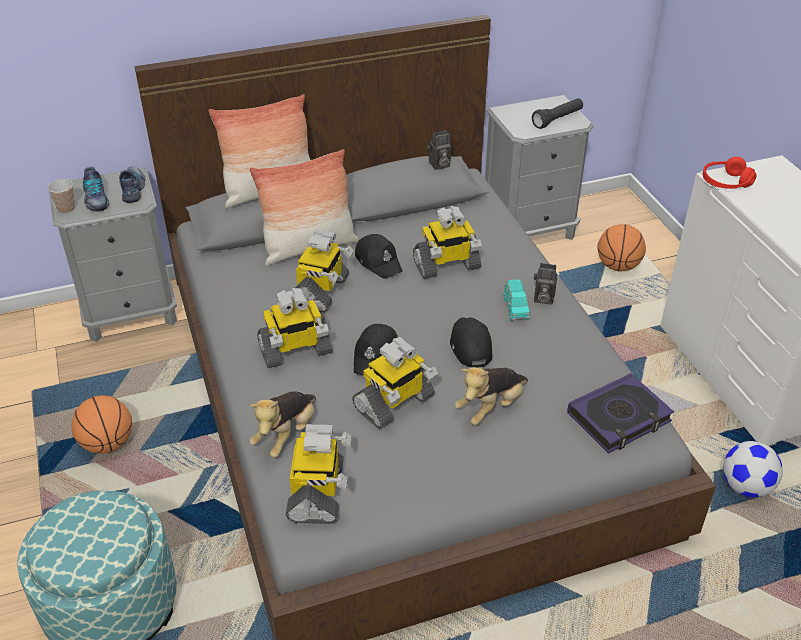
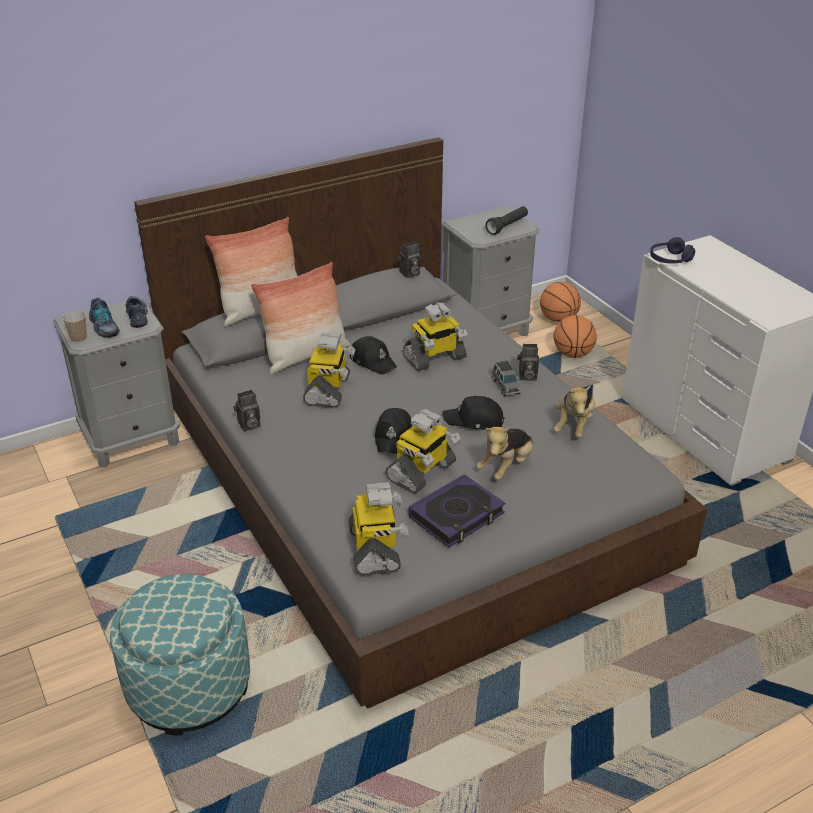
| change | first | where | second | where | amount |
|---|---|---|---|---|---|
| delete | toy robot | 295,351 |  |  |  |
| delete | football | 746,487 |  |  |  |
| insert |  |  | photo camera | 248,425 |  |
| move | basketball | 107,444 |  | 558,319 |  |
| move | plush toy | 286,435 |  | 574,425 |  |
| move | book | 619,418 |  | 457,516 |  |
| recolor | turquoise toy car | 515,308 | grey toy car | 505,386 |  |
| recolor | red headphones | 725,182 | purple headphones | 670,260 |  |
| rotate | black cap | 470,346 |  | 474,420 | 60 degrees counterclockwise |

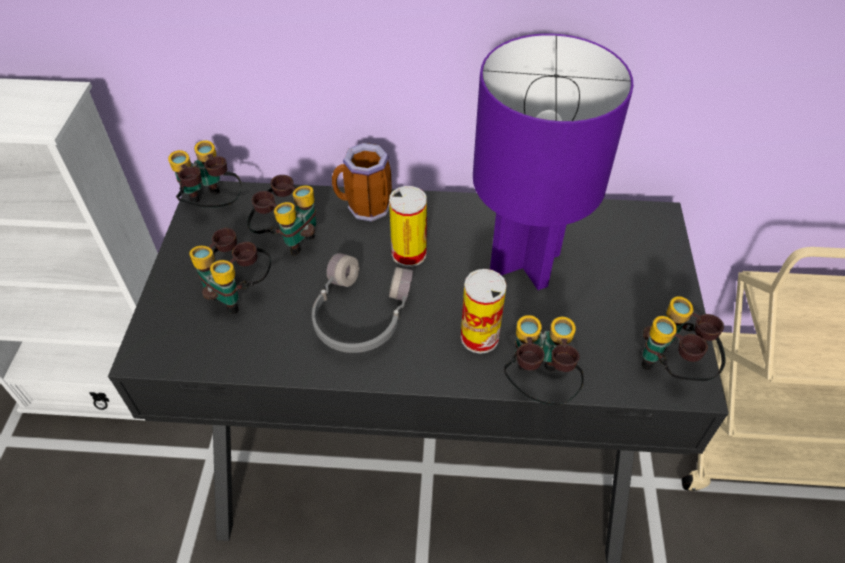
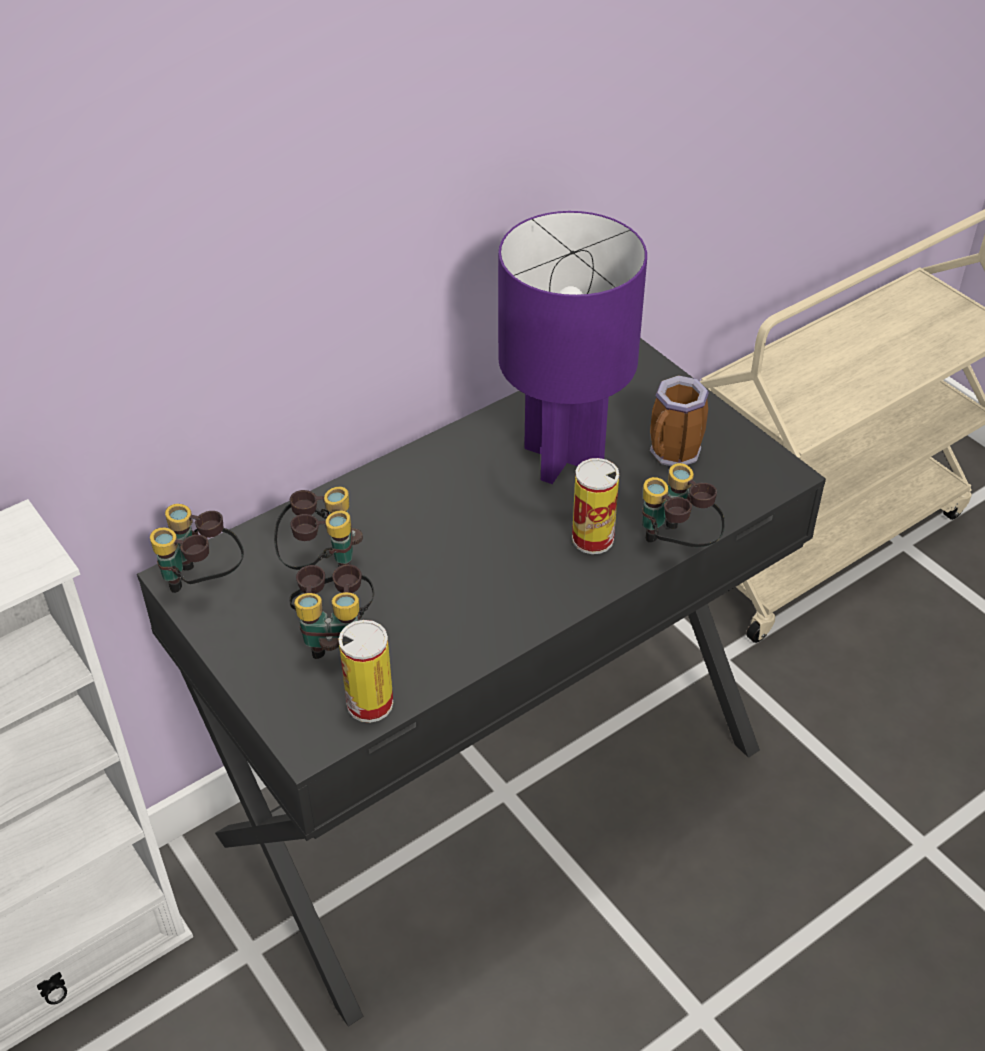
| change | first | where | second | where | amount |
|---|---|---|---|---|---|
| delete | grey headphones | 359,315 |  |  |  |
| delete | binoculars | 672,369 |  |  |  |
| move | mug | 365,209 |  | 673,456 |  |
| move | can | 409,253 |  | 370,703 |  |

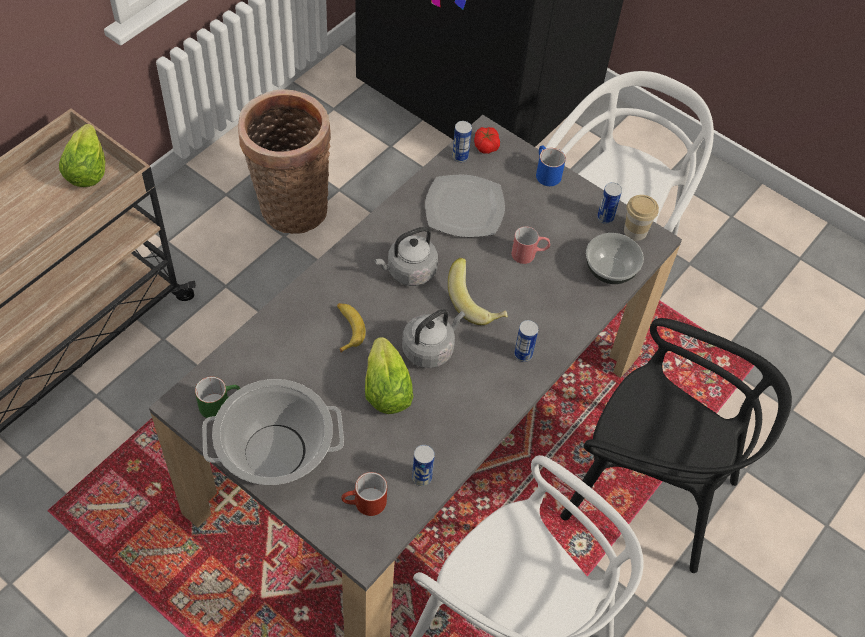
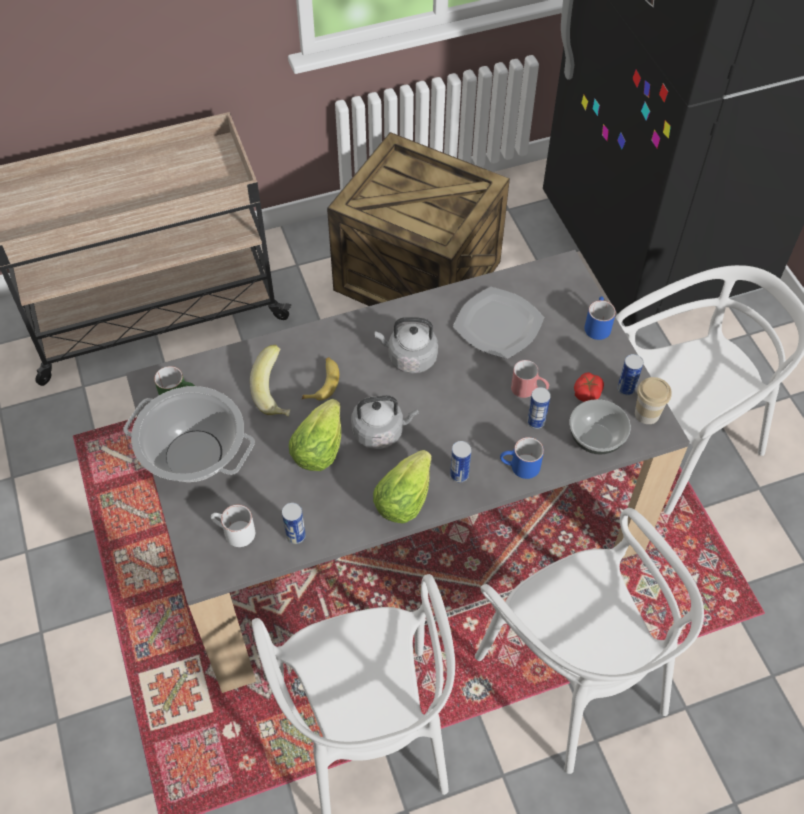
| change | first | where | second | where | amount |
|---|---|---|---|---|---|
| insert |  |  | blue mug | 519,467 |  |
| move | lettuce | 87,171 |  | 403,499 |  |
| move | banana | 476,303 |  | 277,394 |  |
| move | can | 460,156 |  | 536,422 |  |
| move | tomato | 486,145 |  | 587,392 |  |
| replace | basket | 289,205 | crate | 416,277 |  |
| recolor | red mug | 364,504 | white mug | 234,533 |  |
| recolor | black chair | 649,492 | white chair | 574,678 |  |

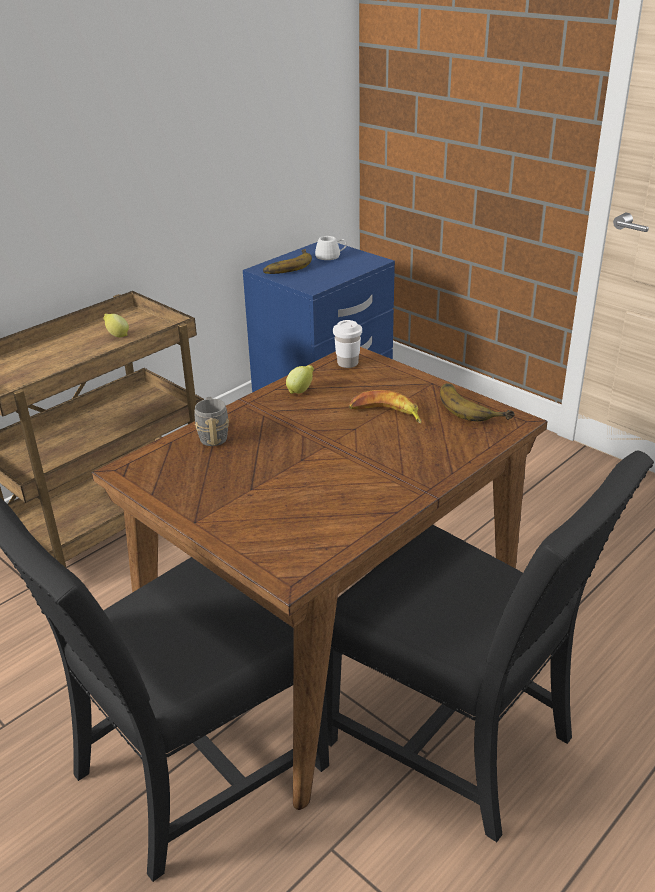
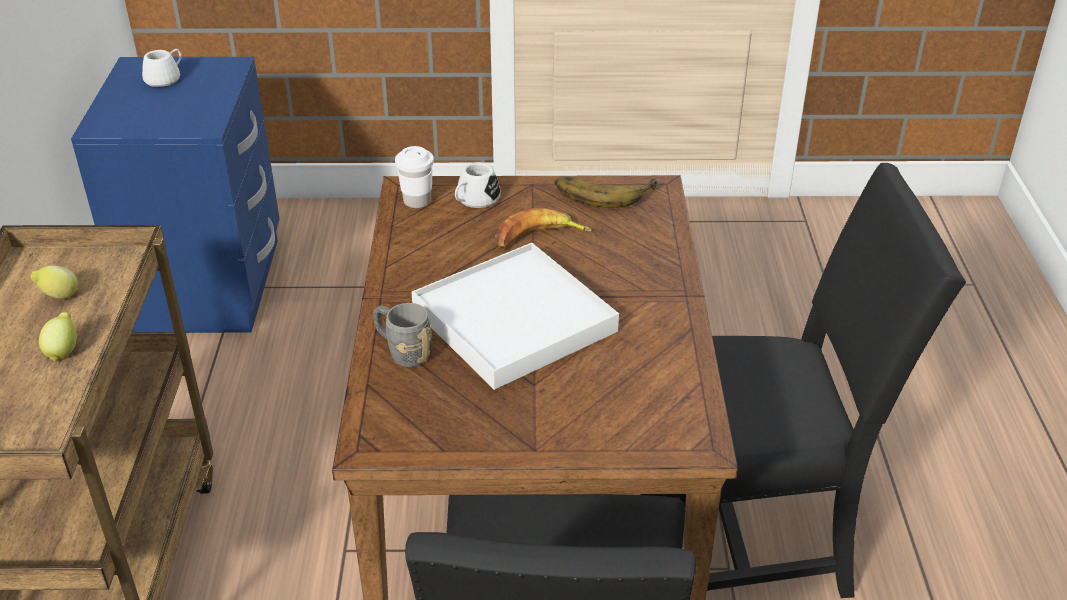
| change | first | where | second | where | amount |
|---|---|---|---|---|---|
| delete | banana | 286,266 |  |  |  |
| insert |  |  | white tray | 514,321 |  |
| insert |  |  | white mug | 474,200 |  |
| move | lemon | 301,391 |  | 64,351 |  |

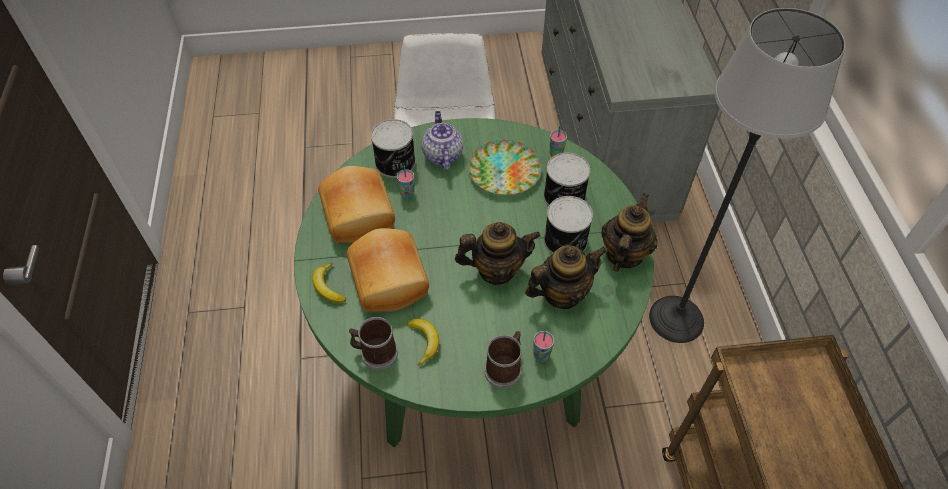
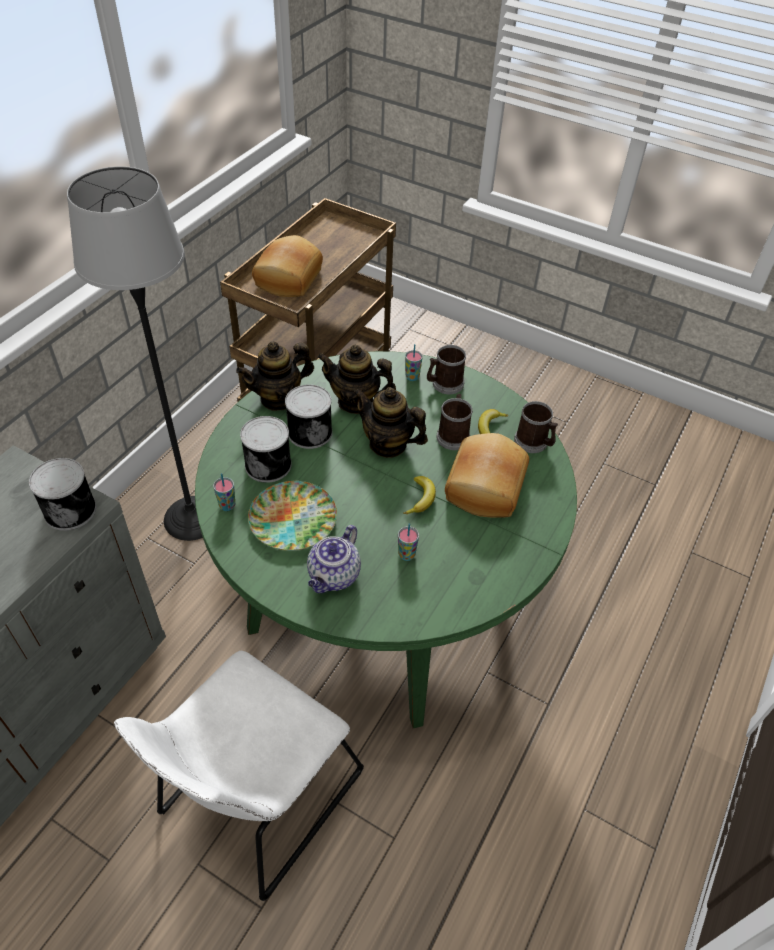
| change | first | where | second | where | amount |
|---|---|---|---|---|---|
| insert |  |  | mug | 453,435 |  |
| move | banana | 328,287 |  | 421,499 |  |
| move | bread | 360,215 |  | 287,278 |  |
| move | can | 395,163 |  | 71,509 |  |

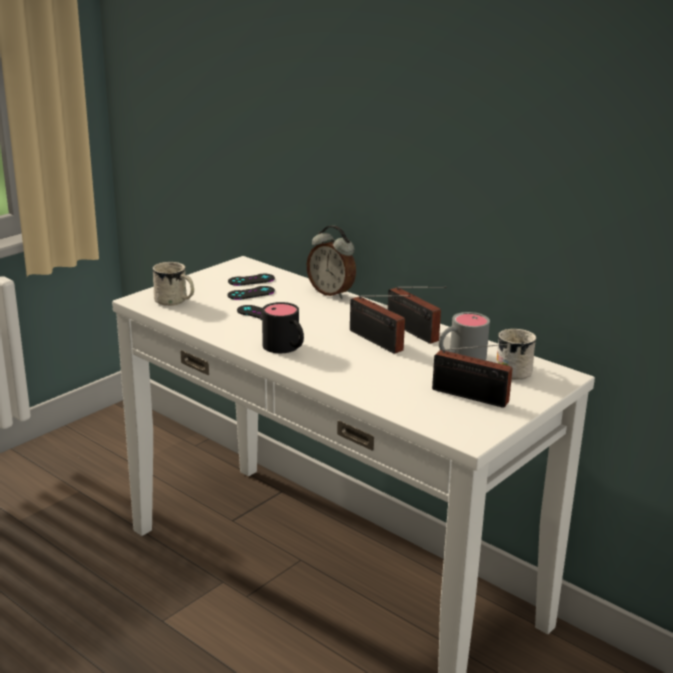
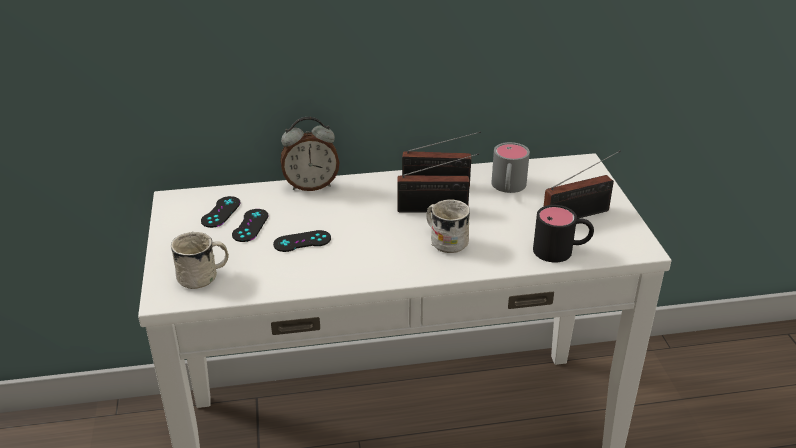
| change | first | where | second | where | amount |
|---|---|---|---|---|---|
| move | black mug | 286,348 |  | 561,250 |  |
| move | white mug | 514,370 |  | 445,240 |  |

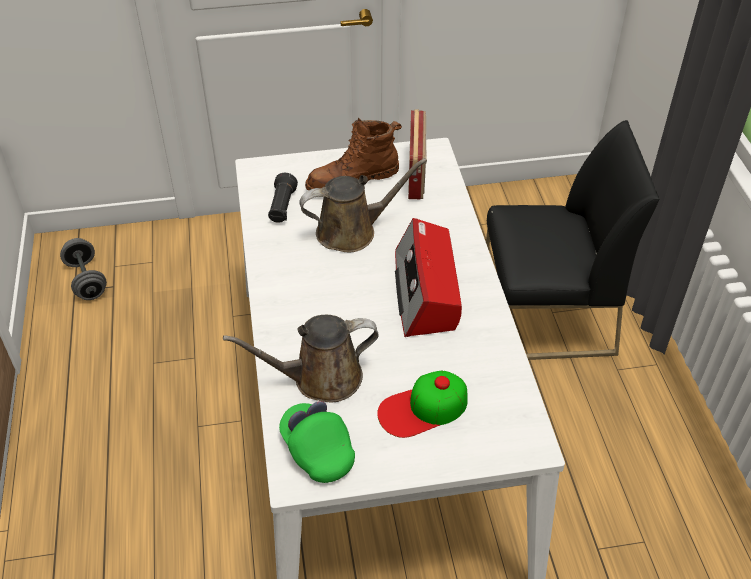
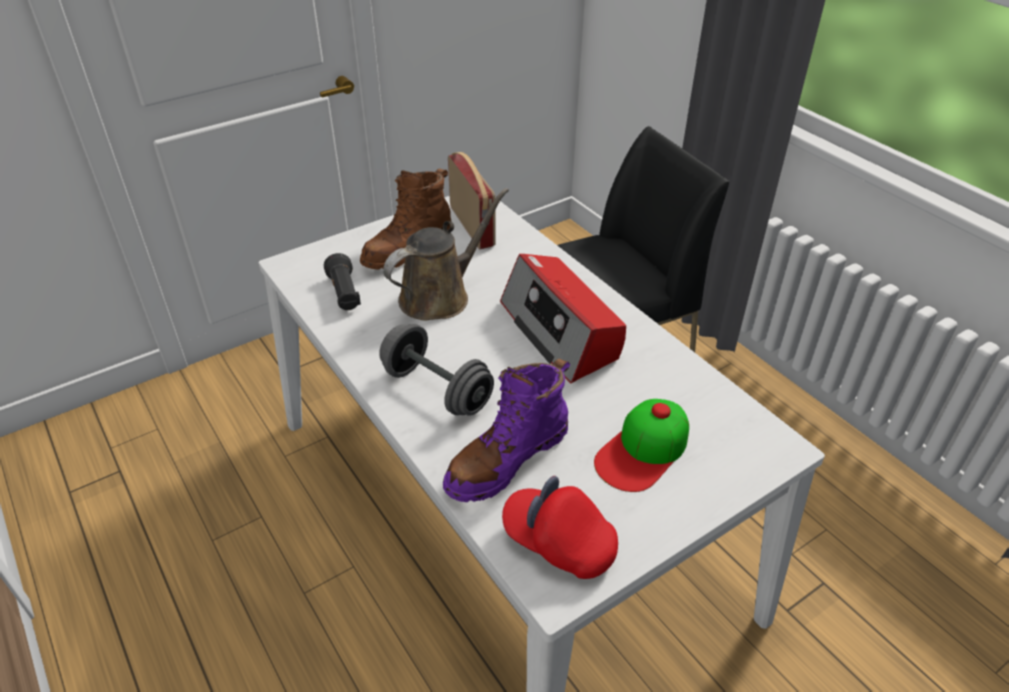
| change | first | where | second | where | amount |
|---|---|---|---|---|---|
| move | grey dumbbell | 86,280 |  | 437,389 |  |
| replace | brown watering can | 320,378 | purple boot | 507,459 |  |
| recolor | green cap | 317,450 | red cap | 559,543 |  |

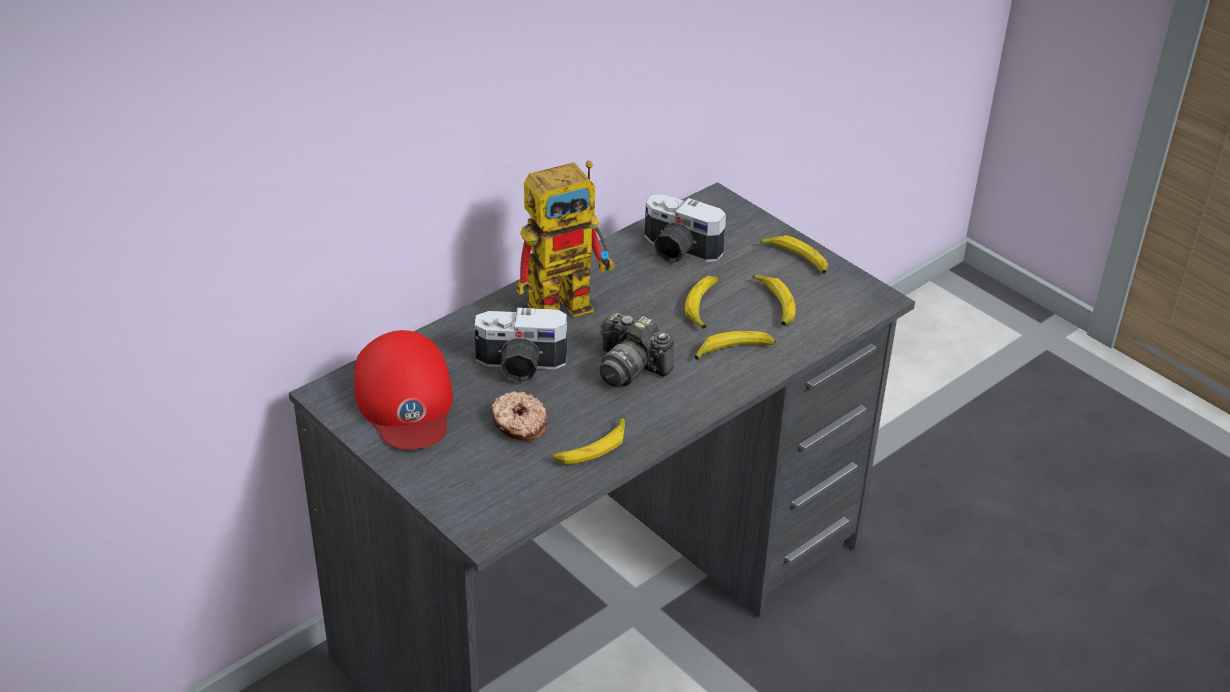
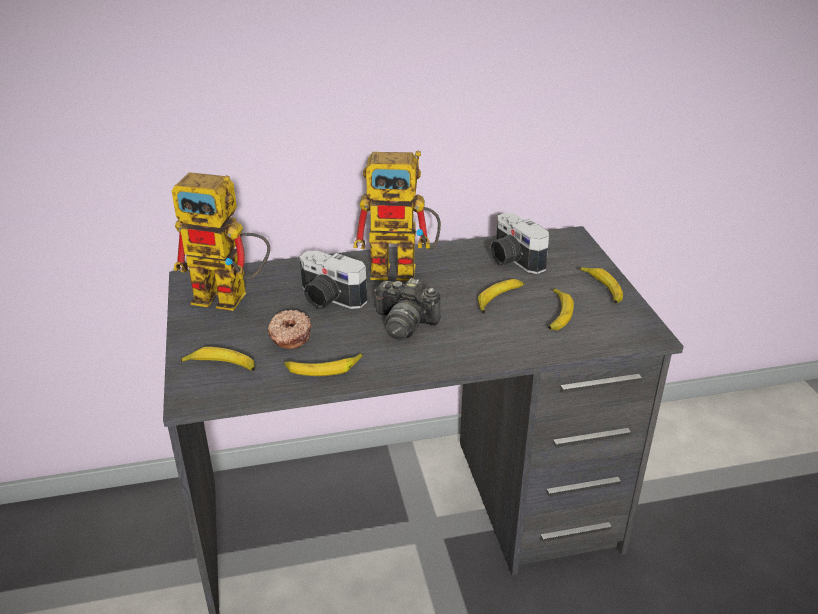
| change | first | where | second | where | amount |
|---|---|---|---|---|---|
| move | banana | 734,351 |  | 221,366 |  |
| replace | red cap | 405,400 | toy robot | 232,297 |  |
| rotate | photo camera | 630,367 |  | 405,323 | 45 degrees counterclockwise |

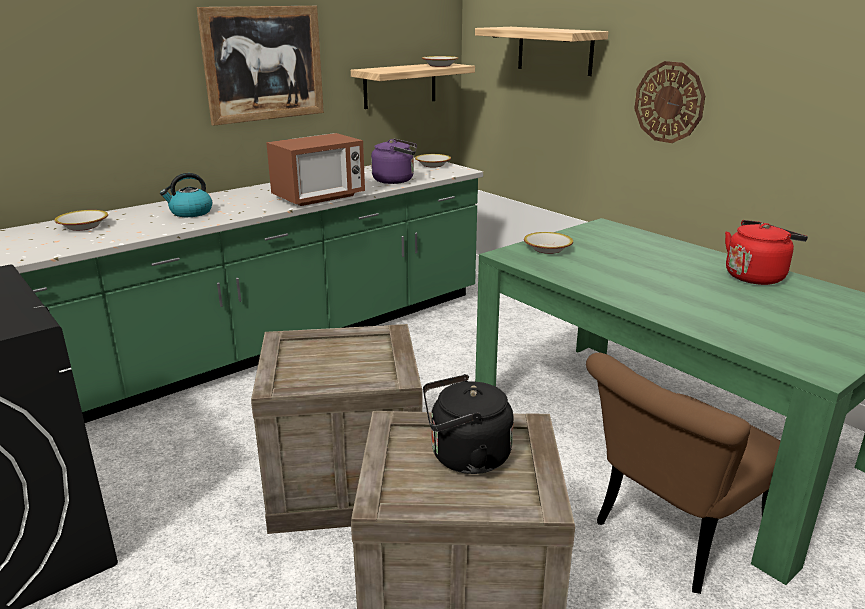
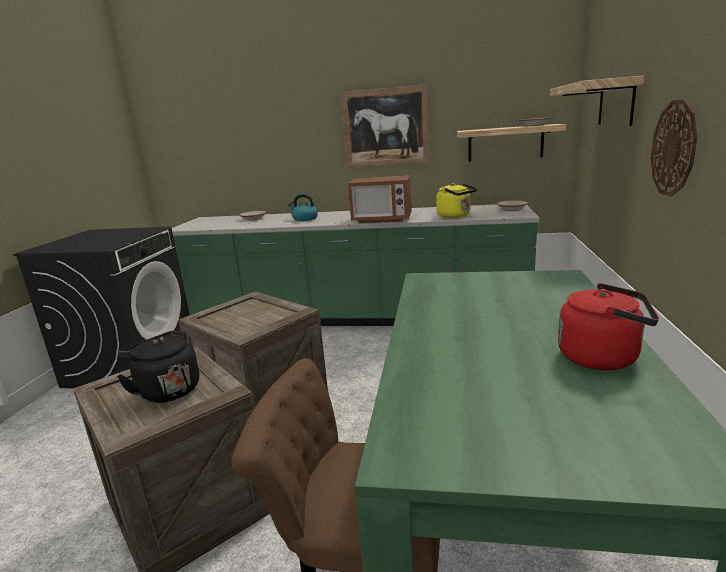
| change | first | where | second | where | amount |
|---|---|---|---|---|---|
| delete | bowl | 547,249 |  |  |  |
| recolor | purple kettle | 396,180 | yellow kettle | 455,216 |  |

